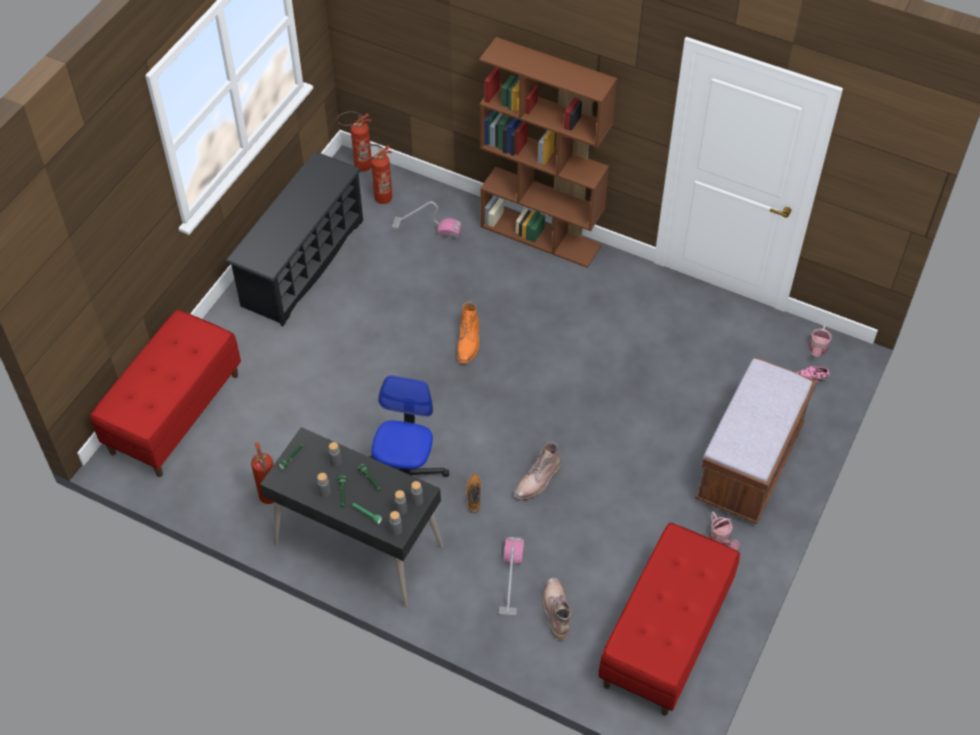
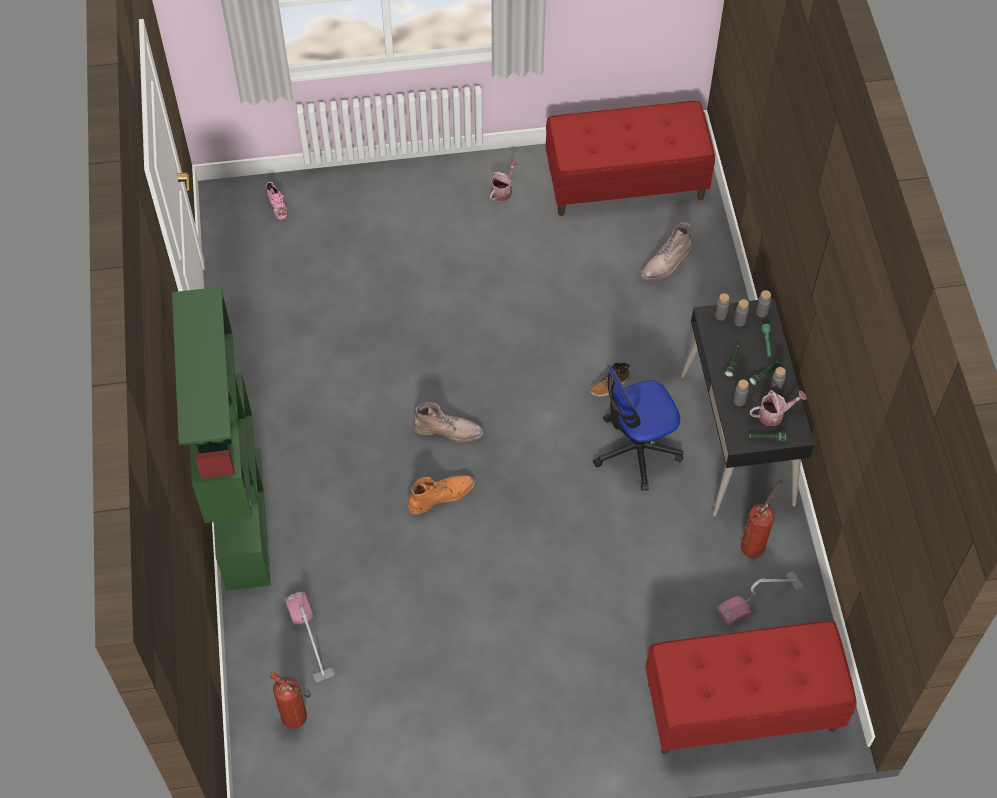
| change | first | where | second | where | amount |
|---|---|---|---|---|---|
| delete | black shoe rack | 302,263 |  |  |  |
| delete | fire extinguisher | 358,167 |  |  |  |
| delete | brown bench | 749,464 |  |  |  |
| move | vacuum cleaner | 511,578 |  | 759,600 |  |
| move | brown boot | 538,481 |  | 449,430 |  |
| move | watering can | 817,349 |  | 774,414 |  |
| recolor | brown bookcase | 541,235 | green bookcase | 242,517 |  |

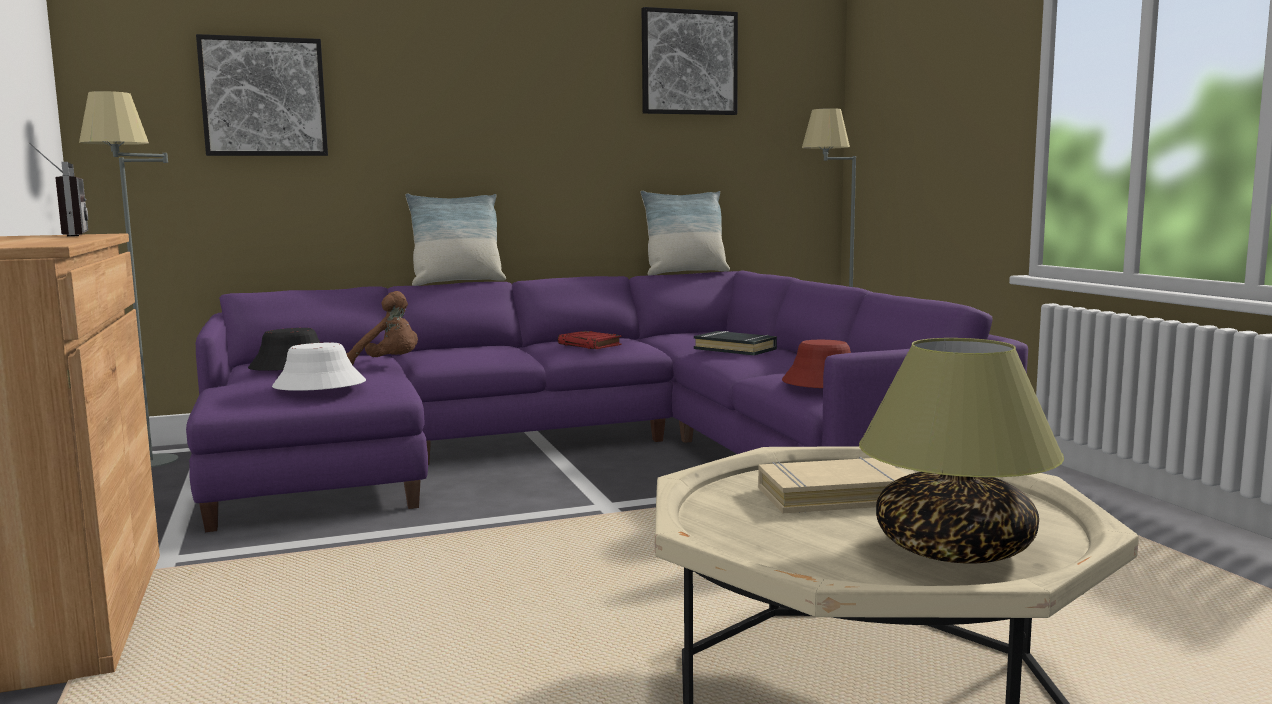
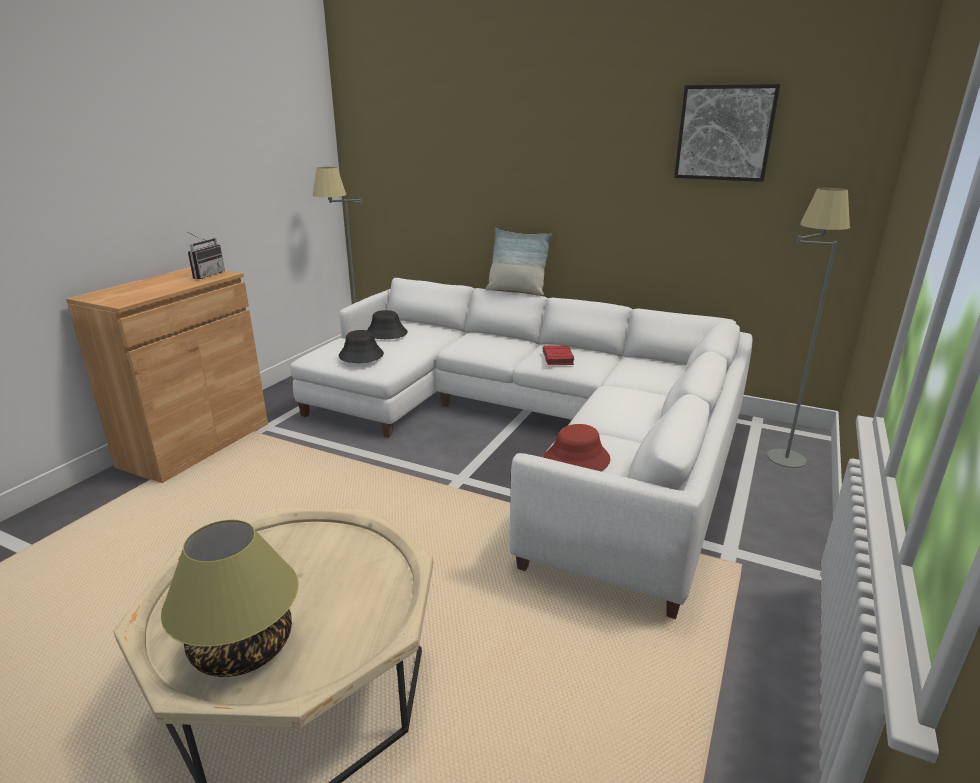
| change | first | where | second | where | amount |
|---|---|---|---|---|---|
| delete | picture | 264,97 |  |  |  |
| delete | brown plush toy | 389,364 |  |  |  |
| delete | pillow | 685,273 |  |  |  |
| delete | black book | 735,349 |  |  |  |
| delete | beige book | 832,496 |  |  |  |
| recolor | purple sofa | 586,451 | white sofa | 533,429 |  |
| recolor | white hat | 319,385 | black hat | 361,355 |  |

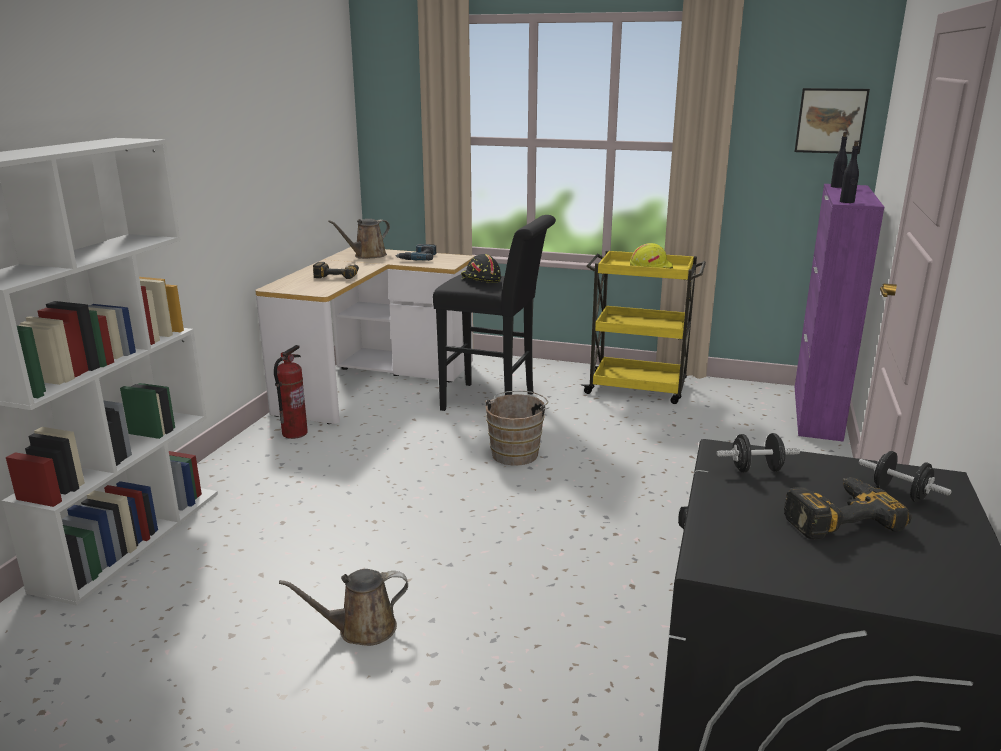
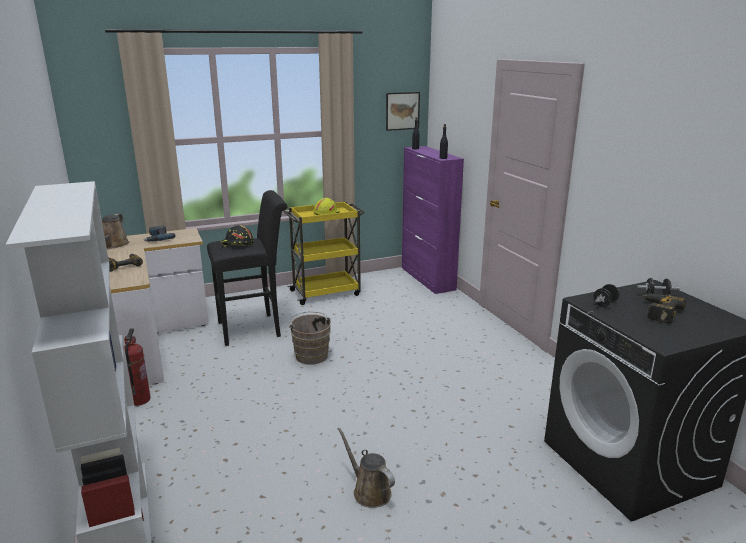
| change | first | where | second | where | amount |
|---|---|---|---|---|---|
| rotate | brown watering can | 361,629 |  | 369,491 | 105 degrees clockwise |

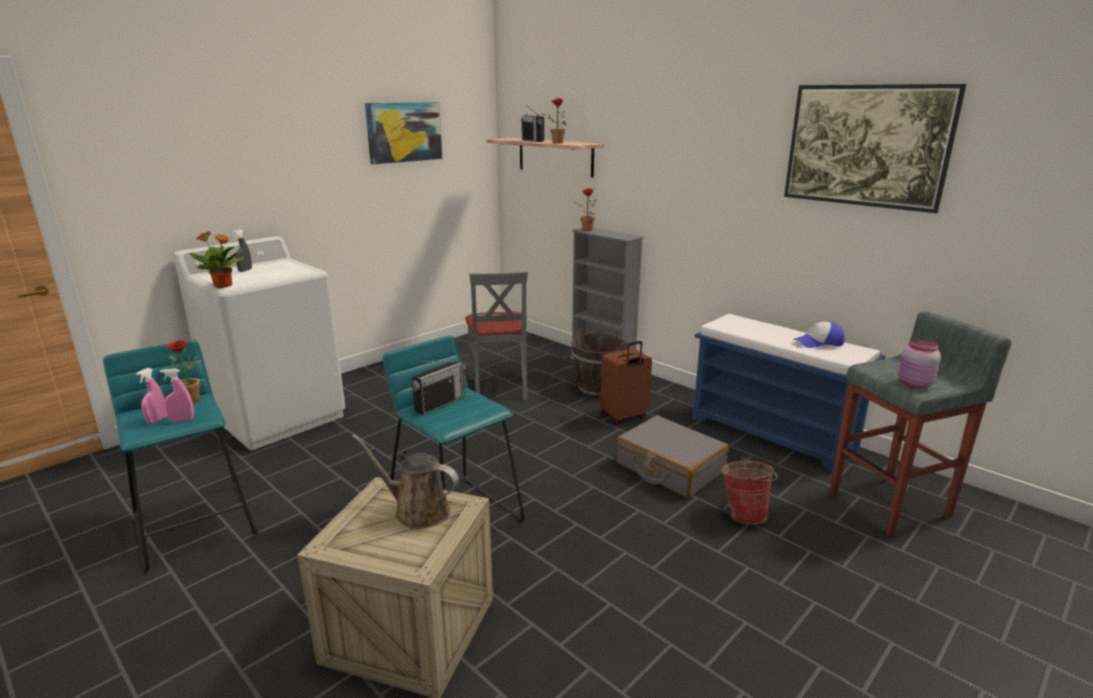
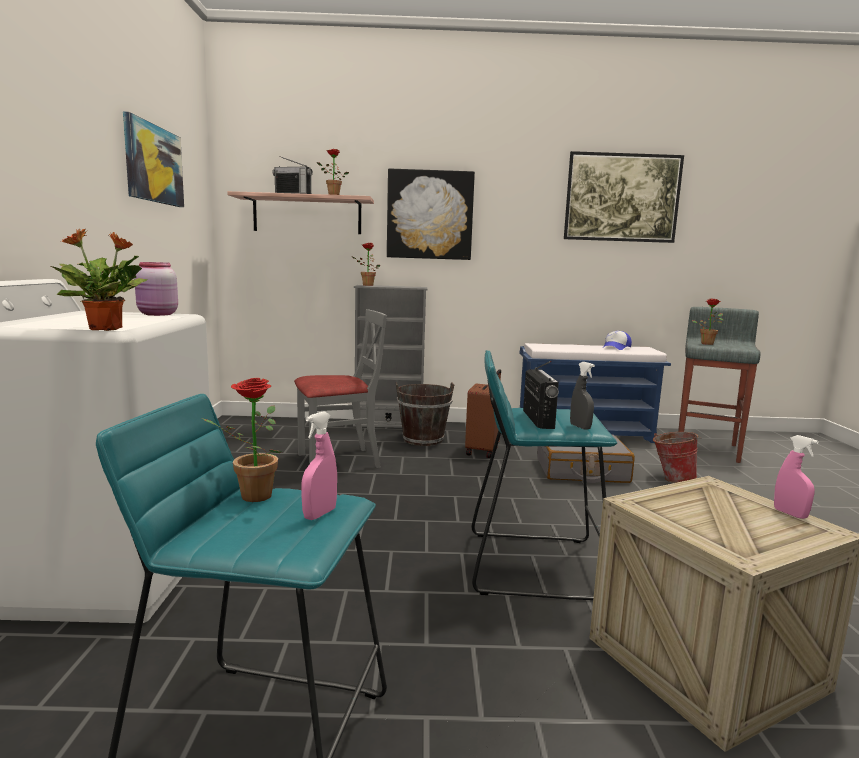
| change | first | where | second | where | amount |
|---|---|---|---|---|---|
| delete | brown watering can | 417,510 |  |  |  |
| insert |  |  | picture | 430,215 |  |
| insert |  |  | potted plant | 707,343 |  |
| move | pink spray bottle | 157,420 |  | 790,514 |  |
| move | grey spray bottle | 245,270 |  | 580,427 |  |
| move | pink jar | 914,384 |  | 157,314 |  |
| rotate | grey chair | 499,388 |  | 338,461 | 60 degrees counterclockwise |

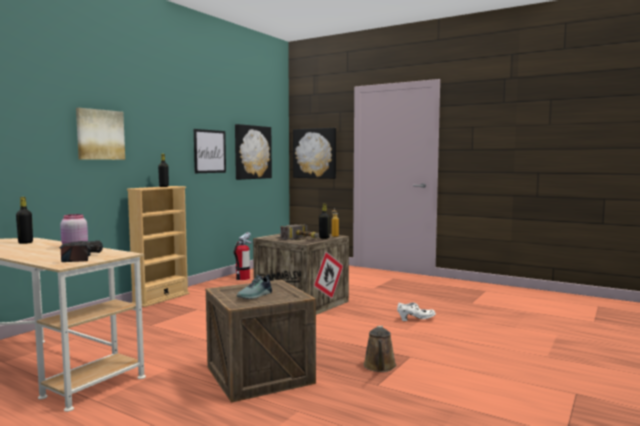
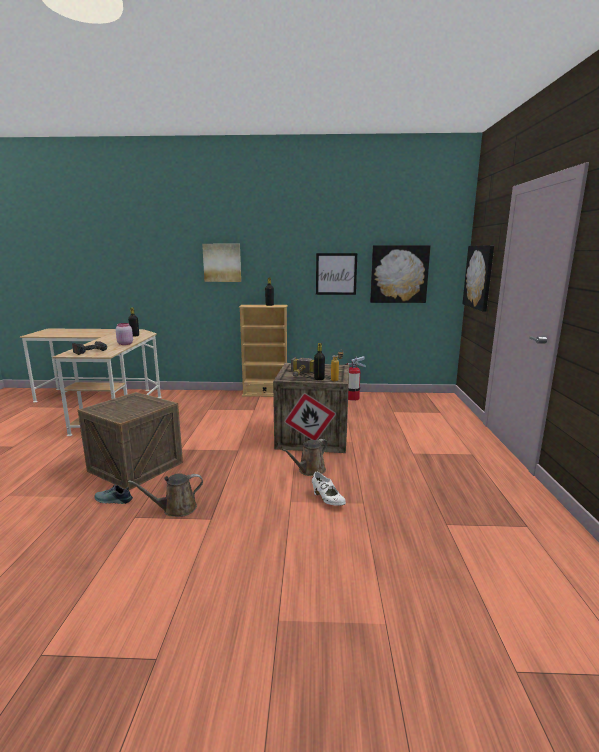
| change | first | where | second | where | amount |
|---|---|---|---|---|---|
| insert |  |  | brown watering can | 310,470 |  |
| move | shoe | 256,296 |  | 113,500 |  |

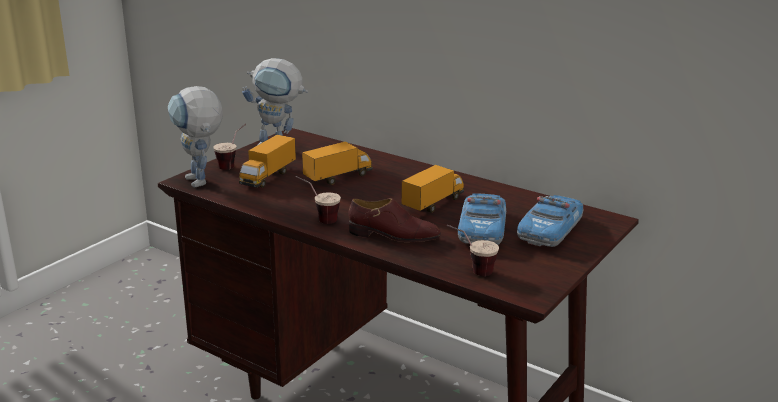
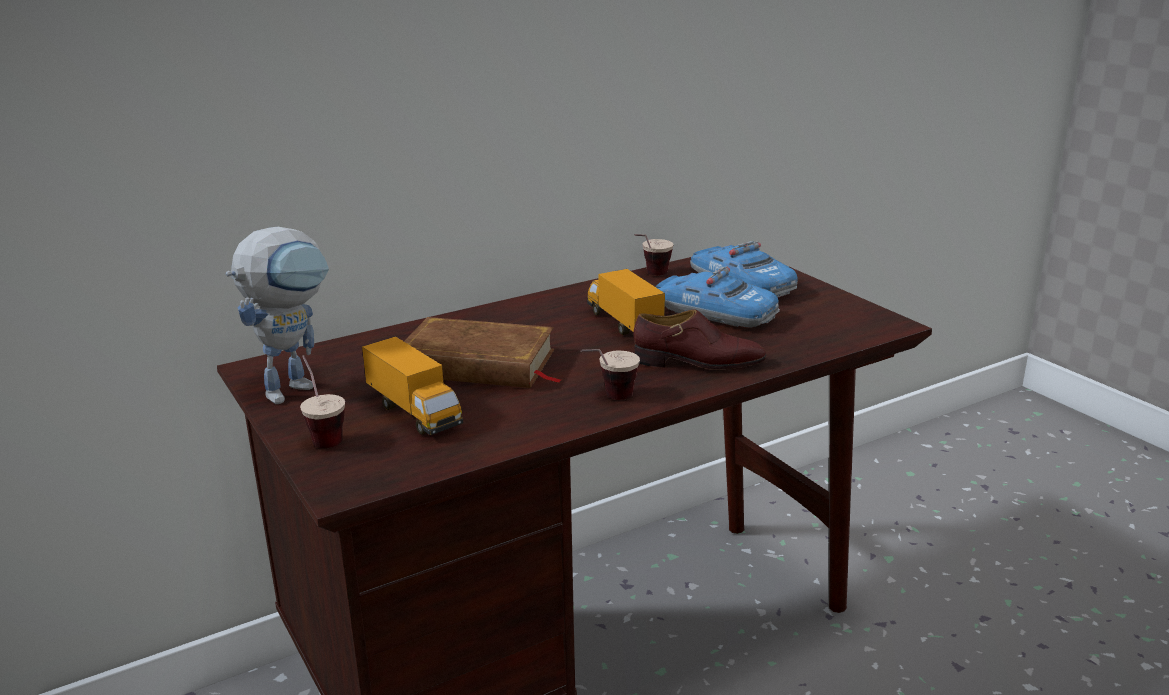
| change | first | where | second | where | amount |
|---|---|---|---|---|---|
| delete | toy robot | 201,184 |  |  |  |
| move | cup | 470,270 |  | 650,276 |  |
| replace | toy truck | 338,178 | brown book | 477,363 |  |
| rotate | brown shoe | 394,236 |  | 699,362 | 60 degrees clockwise |

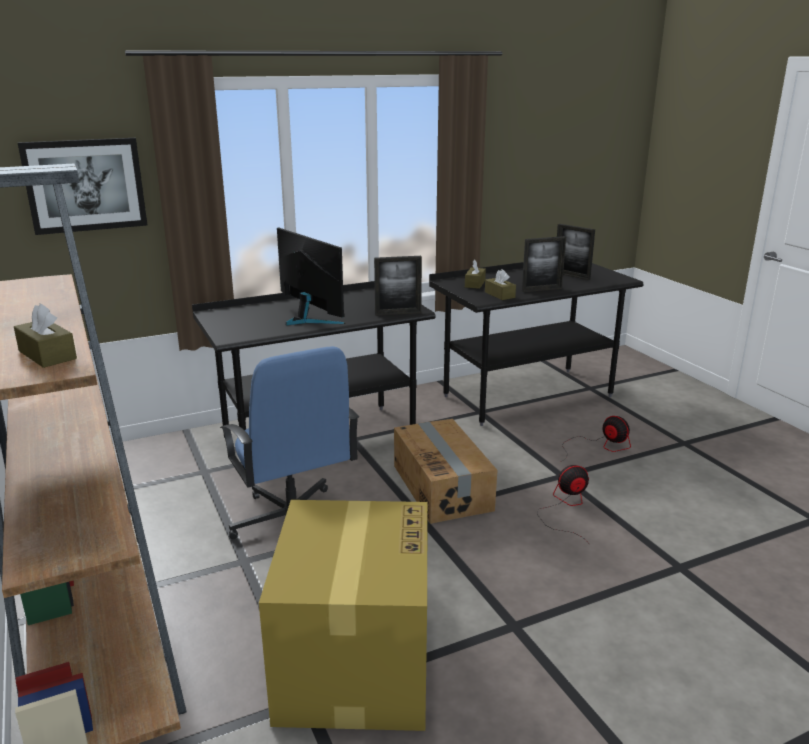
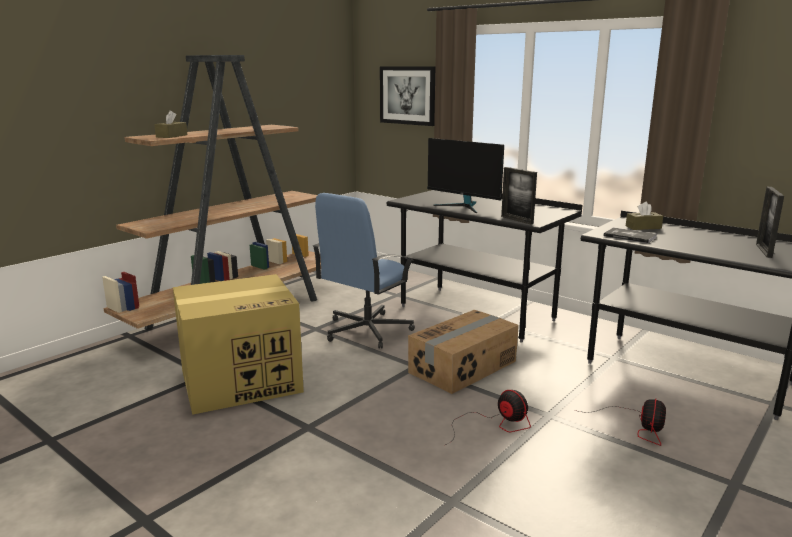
| change | first | where | second | where | amount |
|---|---|---|---|---|---|
| delete | picture frame | 541,289 |  |  |  |
| replace | brown tissue box | 499,295 | book | 629,236 |  |
| rotate | monitor | 309,319 |  | 464,206 | 105 degrees clockwise |

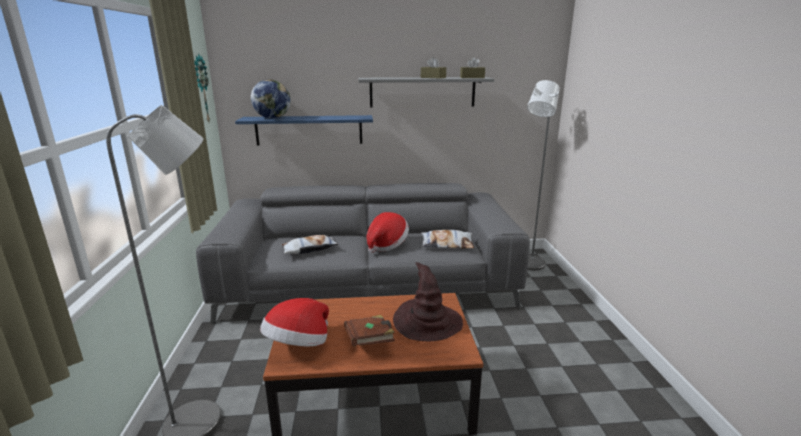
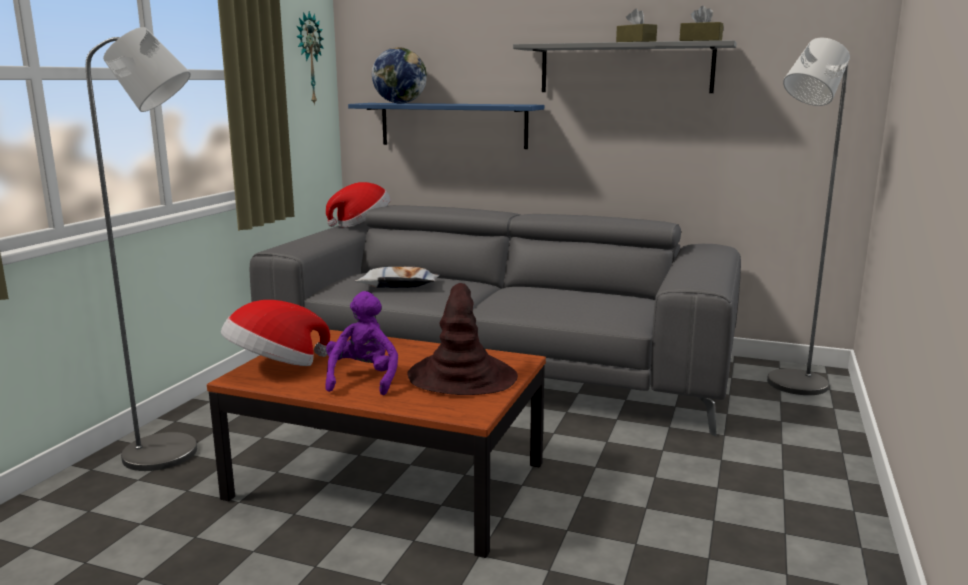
| change | first | where | second | where | amount |
|---|---|---|---|---|---|
| delete | pillow | 447,244 |  |  |  |
| move | hat | 386,245 |  | 361,224 |  |
| replace | brown book | 369,341 | purple plush toy | 363,379 |  |

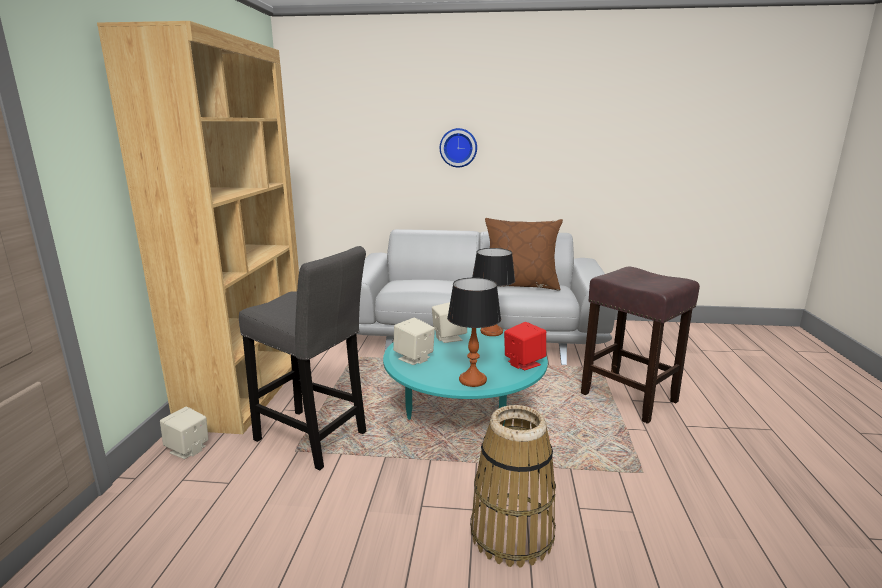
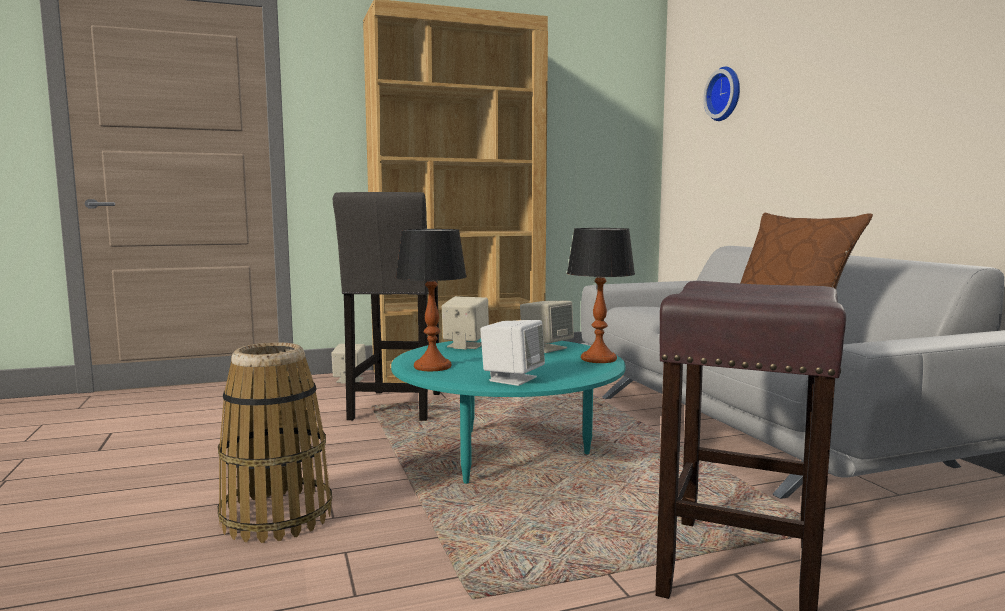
| change | first | where | second | where | amount |
|---|---|---|---|---|---|
| move | wall clock | 458,147 |  | 725,94 |  |
| recolor | red speaker | 523,363 | white speaker | 512,379 |  |

